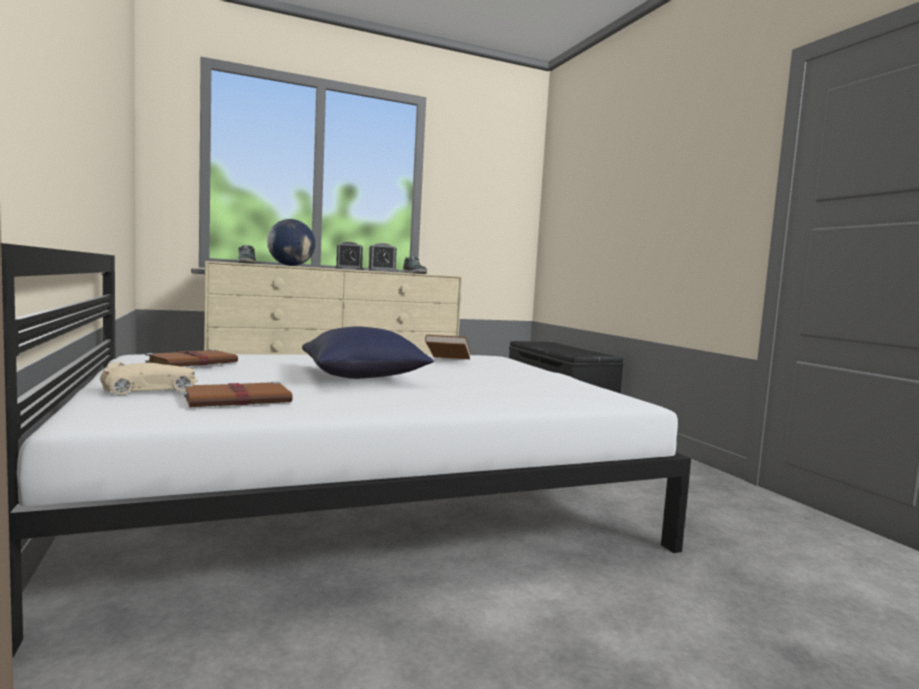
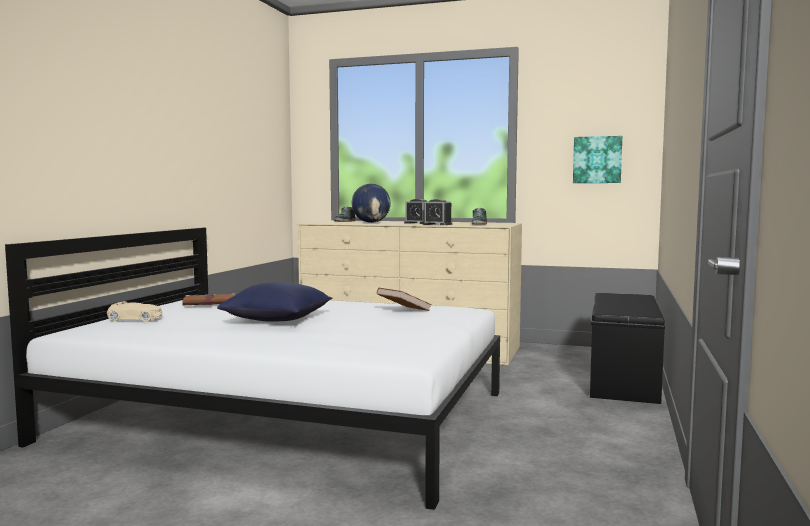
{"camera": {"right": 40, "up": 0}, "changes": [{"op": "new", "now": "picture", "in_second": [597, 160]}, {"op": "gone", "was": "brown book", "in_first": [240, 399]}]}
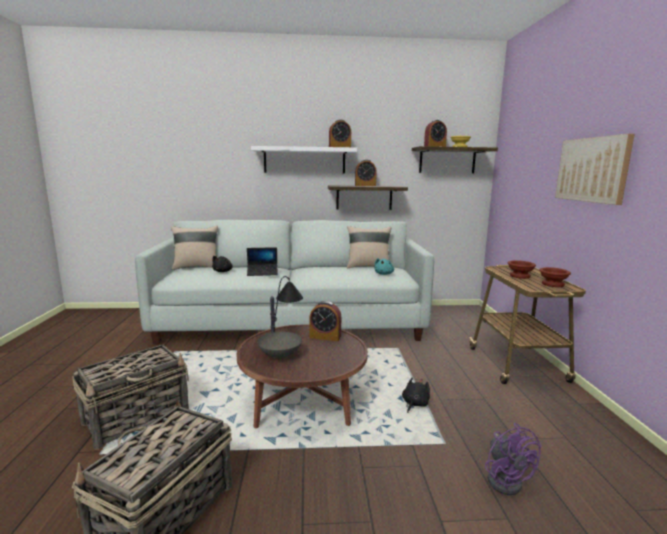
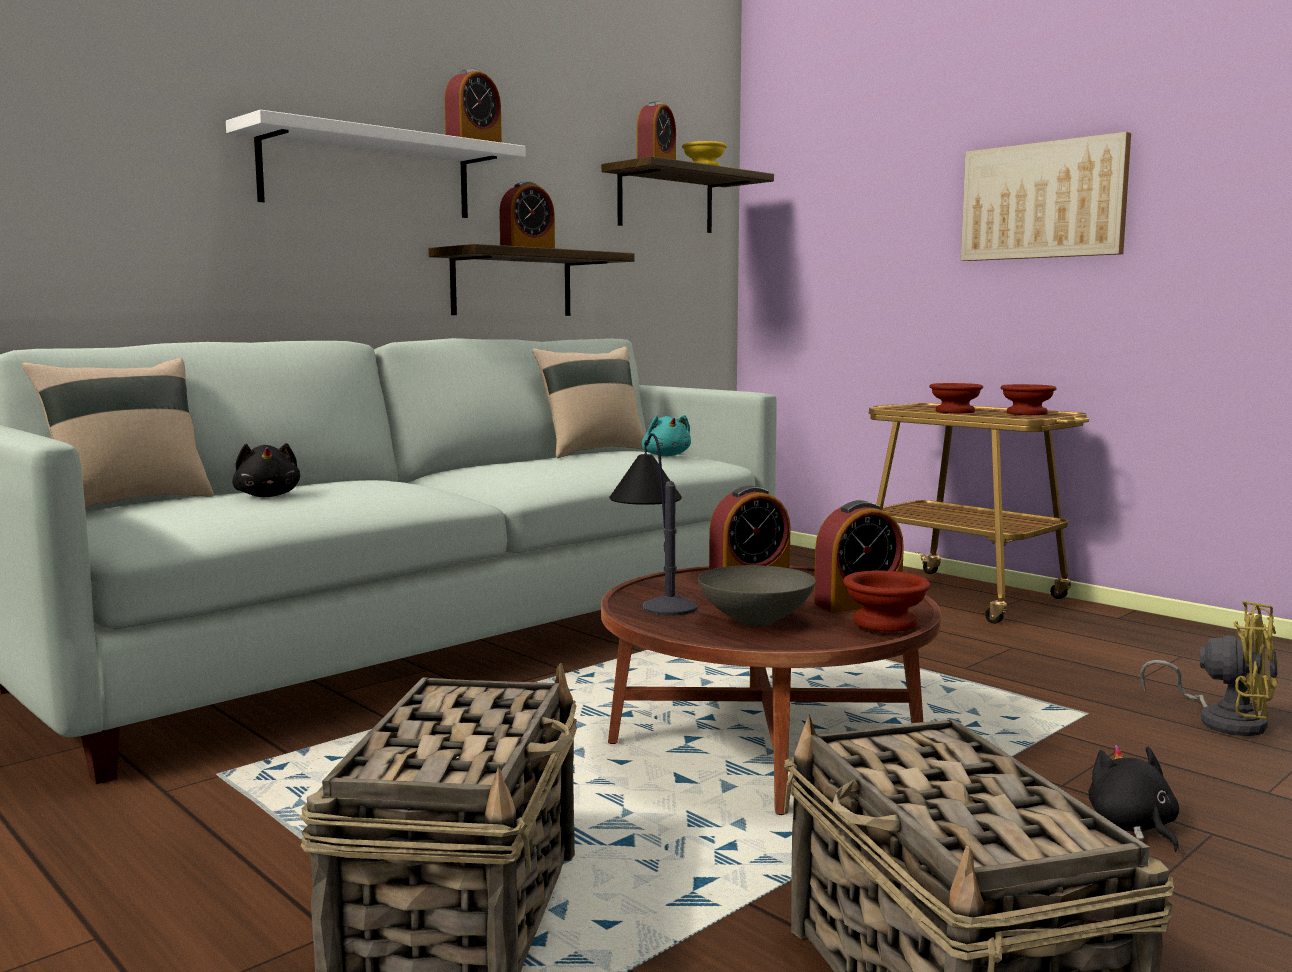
{"camera": {"right": -40, "up": -5}, "changes": [{"op": "new", "now": "alarm clock", "in_second": [857, 603]}, {"op": "new", "now": "brown bowl", "in_second": [887, 623]}, {"op": "shifted", "was": "black plush toy", "in_first": [414, 404], "in_second": [1133, 827]}, {"op": "repainted", "was": "purple fan", "now": "yellow fan", "in_first": [505, 479], "in_second": [1223, 720]}, {"op": "gone", "was": "laptop", "in_first": [262, 273]}]}
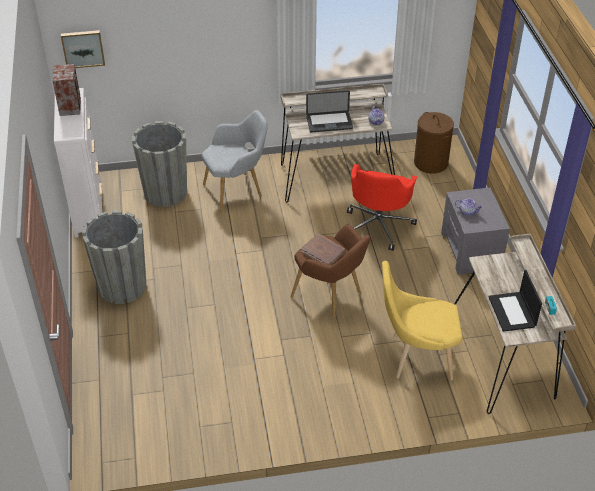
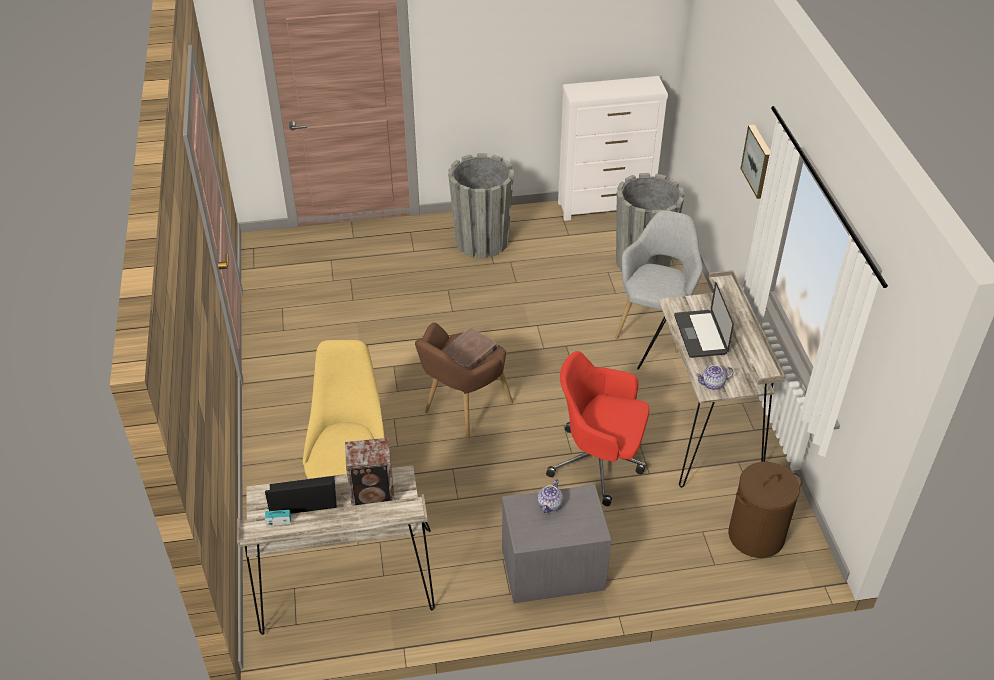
{"camera": {"right": 90, "up": 0}, "changes": [{"op": "shifted", "was": "speaker", "in_first": [70, 106], "in_second": [374, 495]}, {"op": "rotated", "was": "grey armchair", "in_first": [237, 191], "in_second": [655, 322], "clockwise": -135}, {"op": "shifted", "was": "picture", "in_first": [83, 48], "in_second": [758, 161]}]}
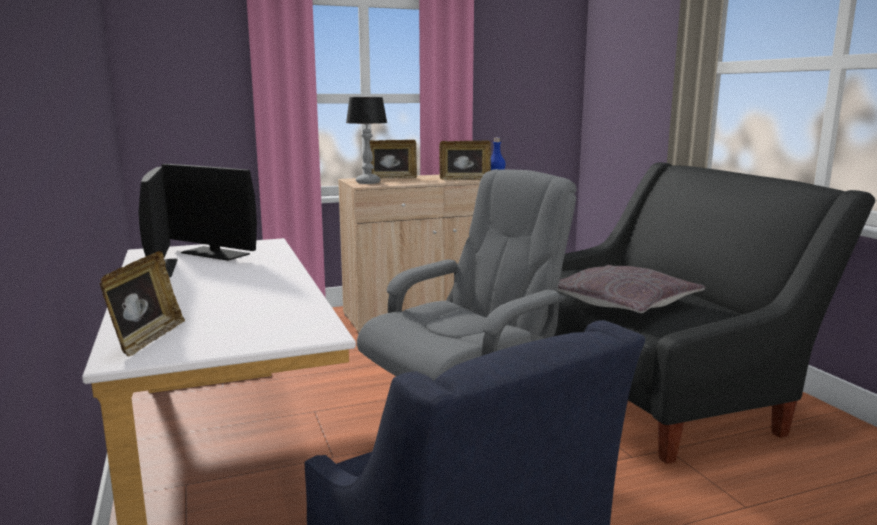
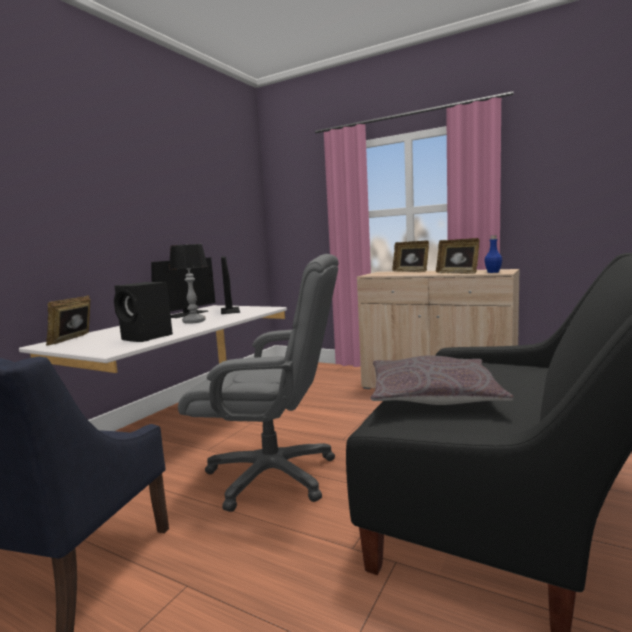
{"camera": {"right": 50, "up": -5}, "changes": [{"op": "rotated", "was": "picture frame", "in_first": [147, 339], "in_second": [73, 340], "clockwise": 135}, {"op": "new", "now": "black speaker", "in_second": [147, 337]}, {"op": "shifted", "was": "table lamp", "in_first": [367, 182], "in_second": [194, 321]}]}
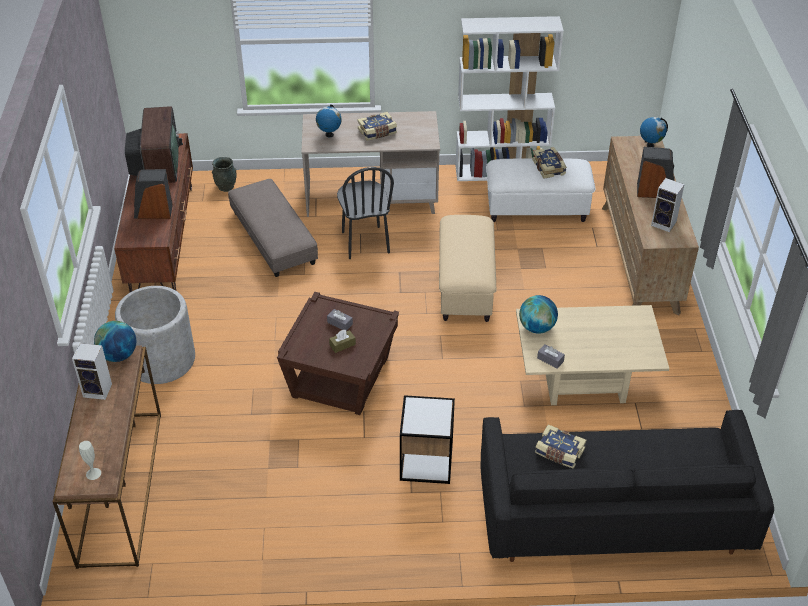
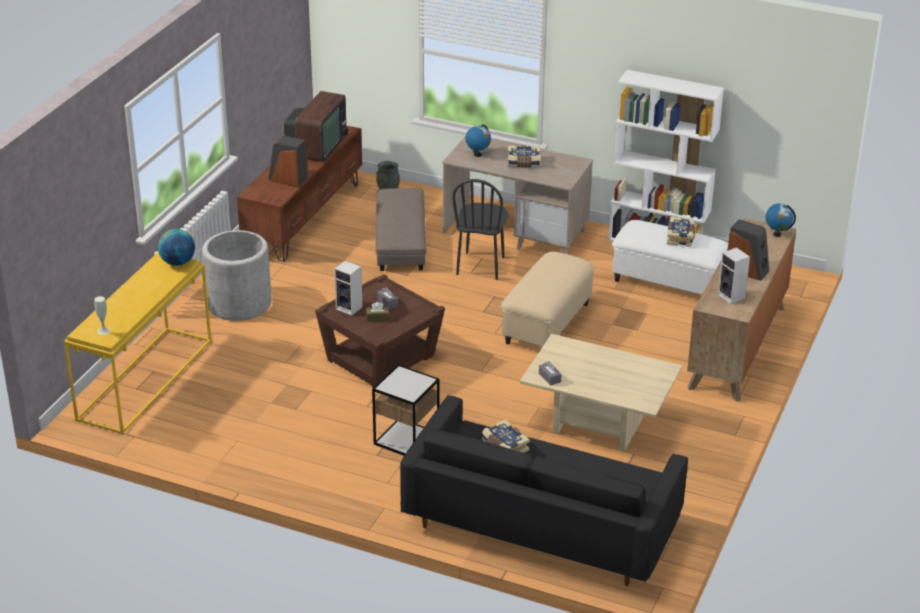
{"camera": {"right": 25, "up": -10}, "changes": [{"op": "repainted", "was": "brown console table", "now": "yellow console table", "in_first": [119, 486], "in_second": [145, 379]}, {"op": "shifted", "was": "speaker", "in_first": [99, 390], "in_second": [350, 308]}, {"op": "gone", "was": "globe", "in_first": [537, 327]}]}
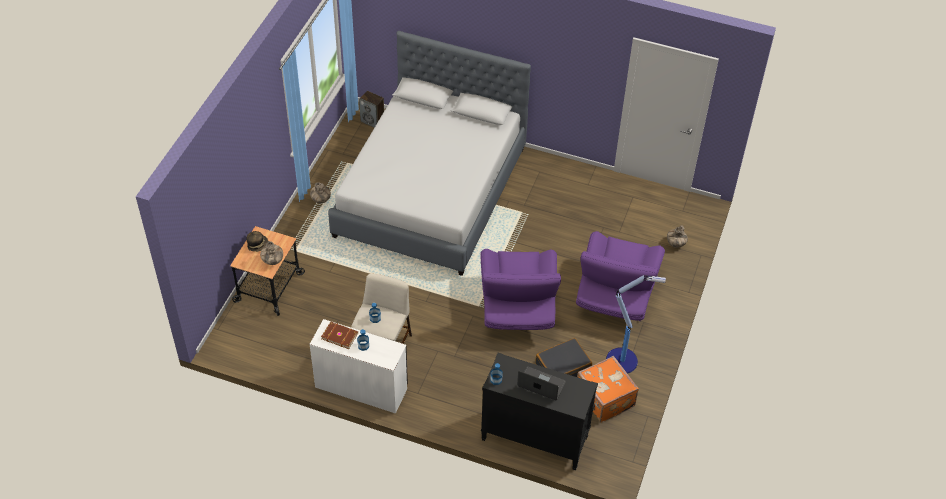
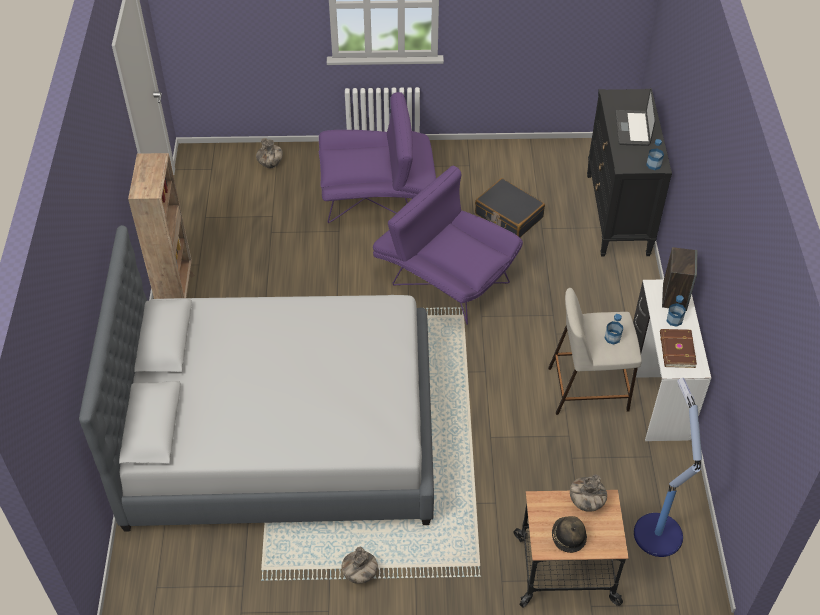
{"camera": {"right": -110, "up": 0}, "changes": [{"op": "new", "now": "brown bookcase", "in_second": [177, 292]}, {"op": "rotated", "was": "purple armchair", "in_first": [517, 307], "in_second": [444, 278], "clockwise": -120}, {"op": "shifted", "was": "floor lamp", "in_first": [623, 361], "in_second": [657, 532]}, {"op": "shifted", "was": "speaker", "in_first": [372, 121], "in_second": [674, 296]}, {"op": "gone", "was": "orange suitcase", "in_first": [604, 399]}]}
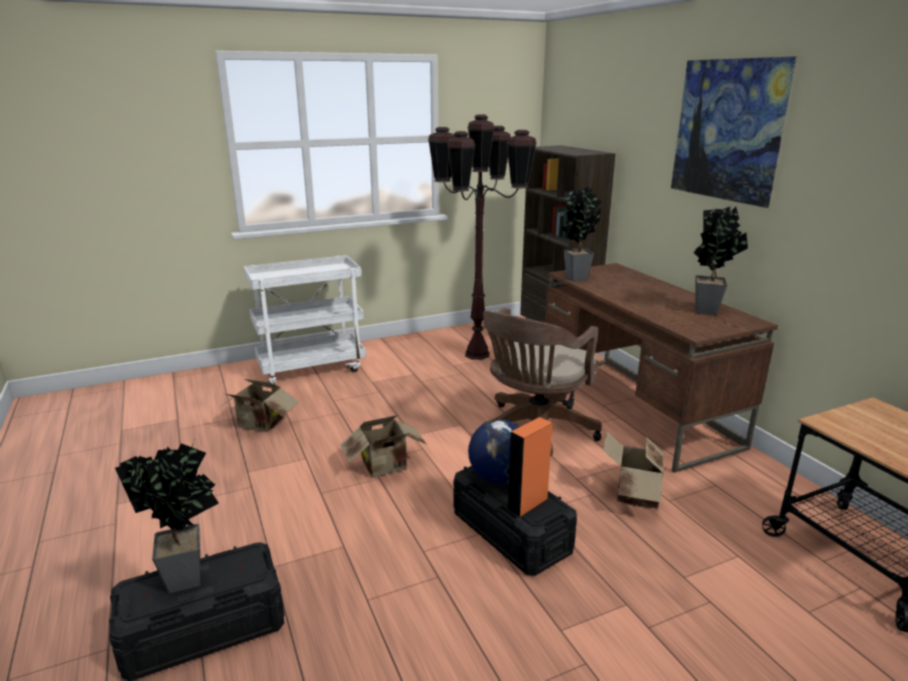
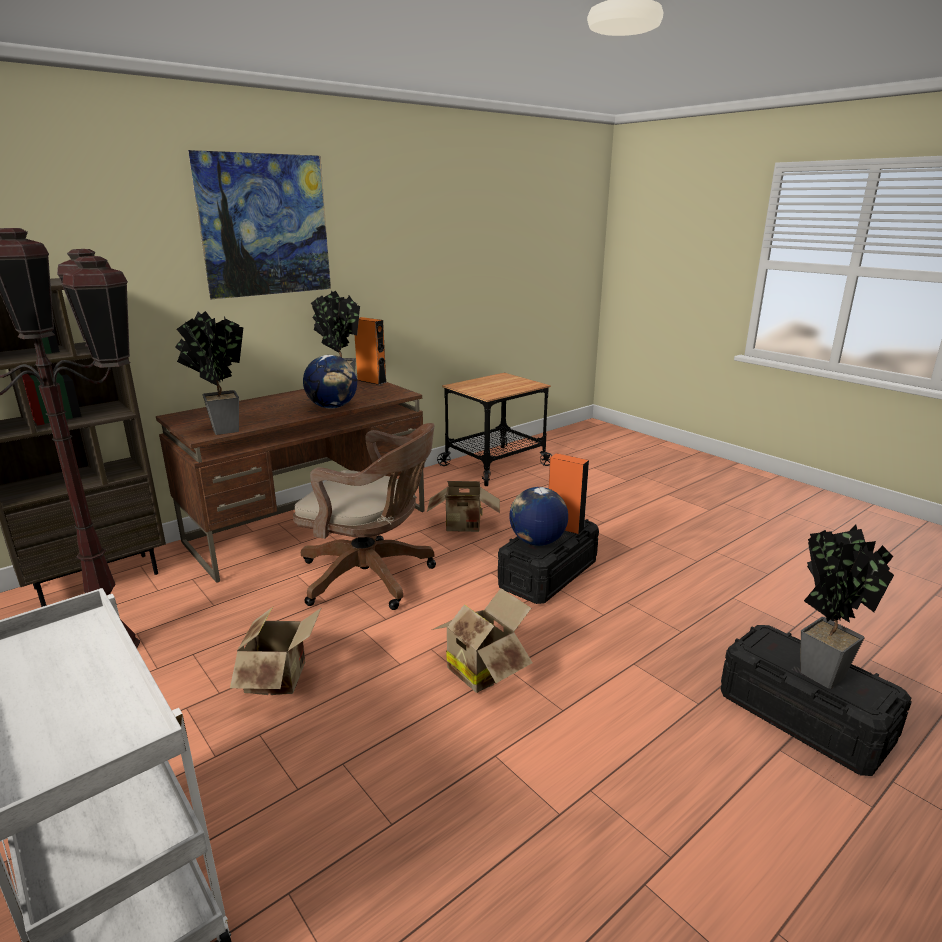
{"camera": {"right": -105, "up": 0}, "changes": [{"op": "shifted", "was": "cardboard box", "in_first": [260, 425], "in_second": [282, 677]}, {"op": "new", "now": "globe", "in_second": [332, 407]}, {"op": "new", "now": "orange speaker", "in_second": [371, 381]}]}
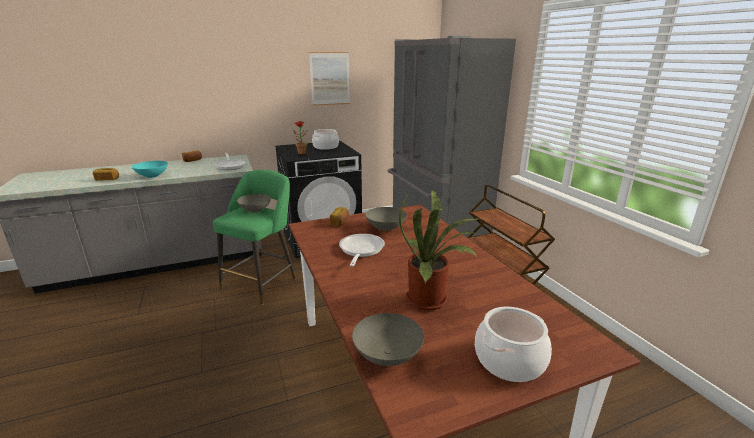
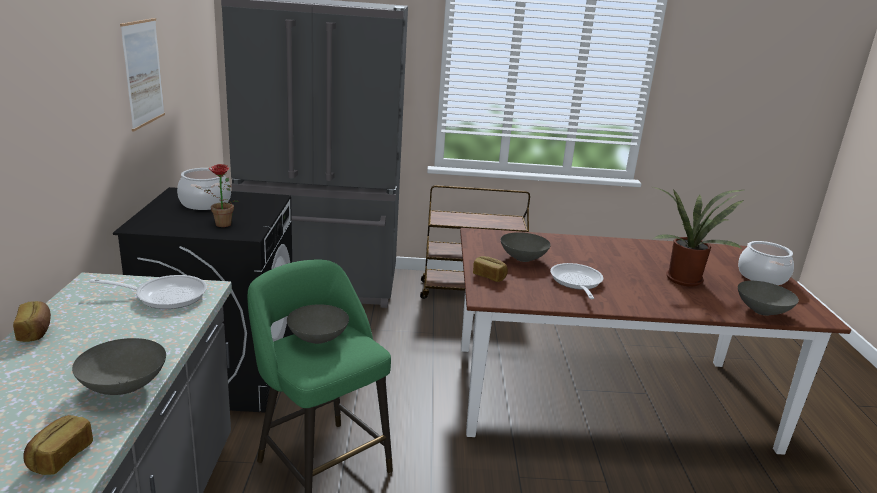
{"camera": {"right": -70, "up": 0}, "changes": [{"op": "repainted", "was": "turquoise bowl", "now": "grey bowl", "in_first": [152, 176], "in_second": [122, 387]}, {"op": "rotated", "was": "frying pan", "in_first": [360, 250], "in_second": [576, 282], "clockwise": 60}]}
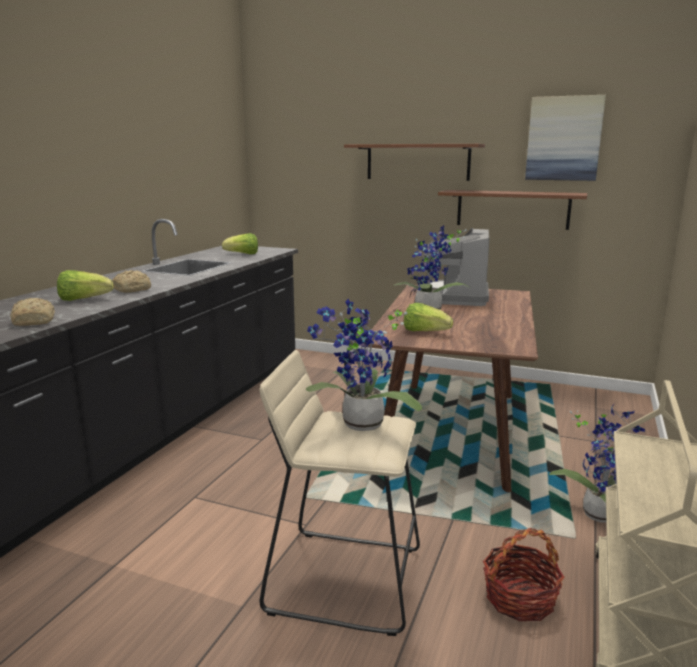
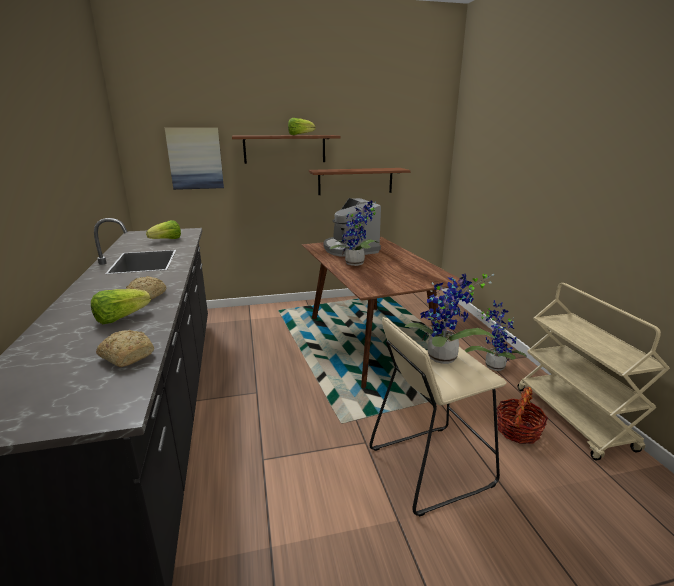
{"camera": {"right": -35, "up": 5}, "changes": [{"op": "shifted", "was": "picture", "in_first": [564, 138], "in_second": [195, 158]}, {"op": "shifted", "was": "lettuce", "in_first": [425, 332], "in_second": [300, 135]}]}
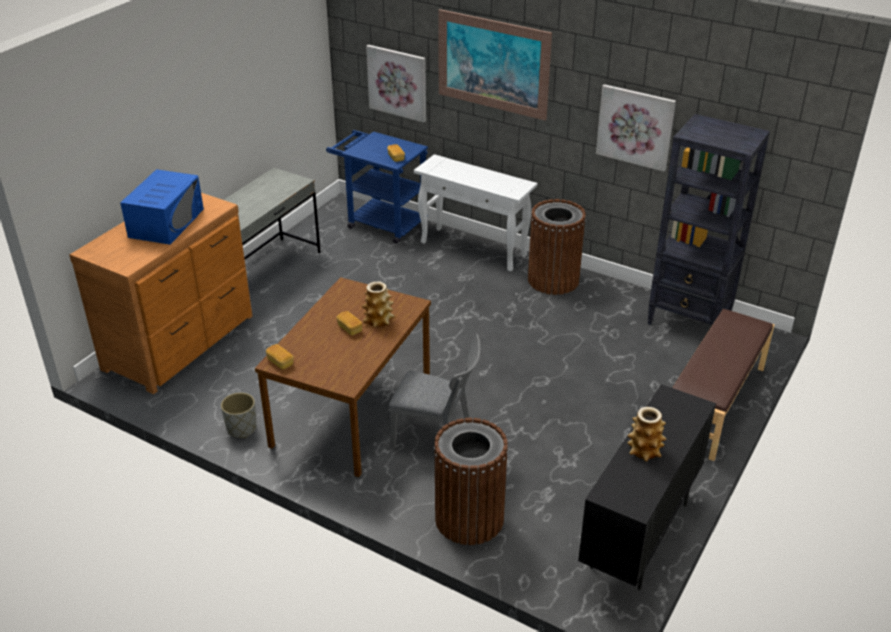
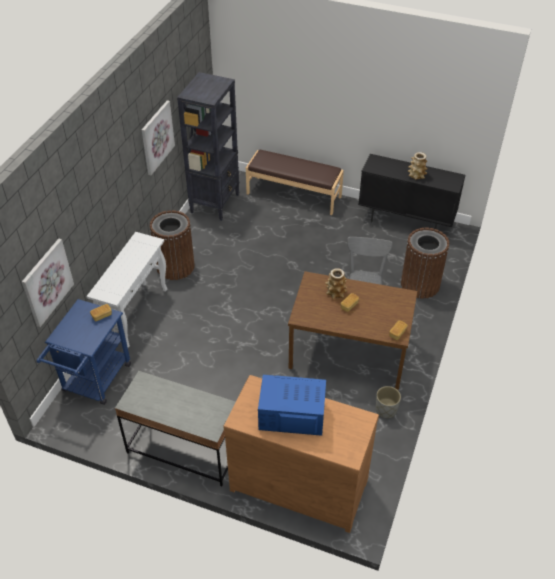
{"camera": {"right": -100, "up": 10}, "changes": [{"op": "gone", "was": "picture", "in_first": [493, 64]}]}
